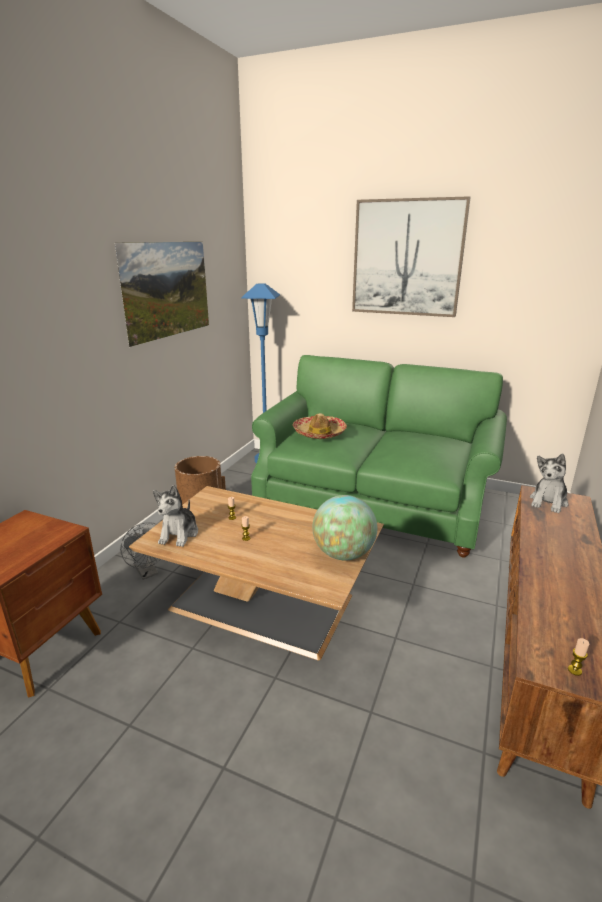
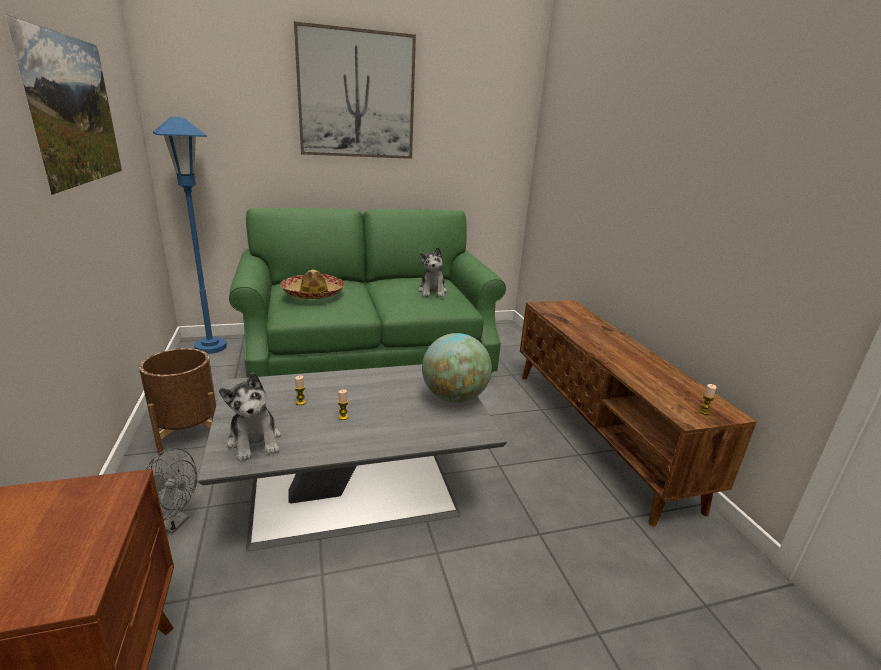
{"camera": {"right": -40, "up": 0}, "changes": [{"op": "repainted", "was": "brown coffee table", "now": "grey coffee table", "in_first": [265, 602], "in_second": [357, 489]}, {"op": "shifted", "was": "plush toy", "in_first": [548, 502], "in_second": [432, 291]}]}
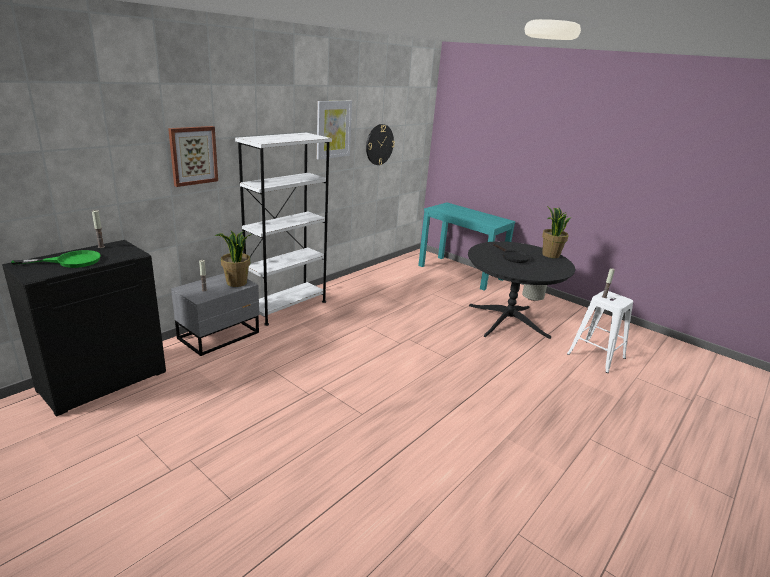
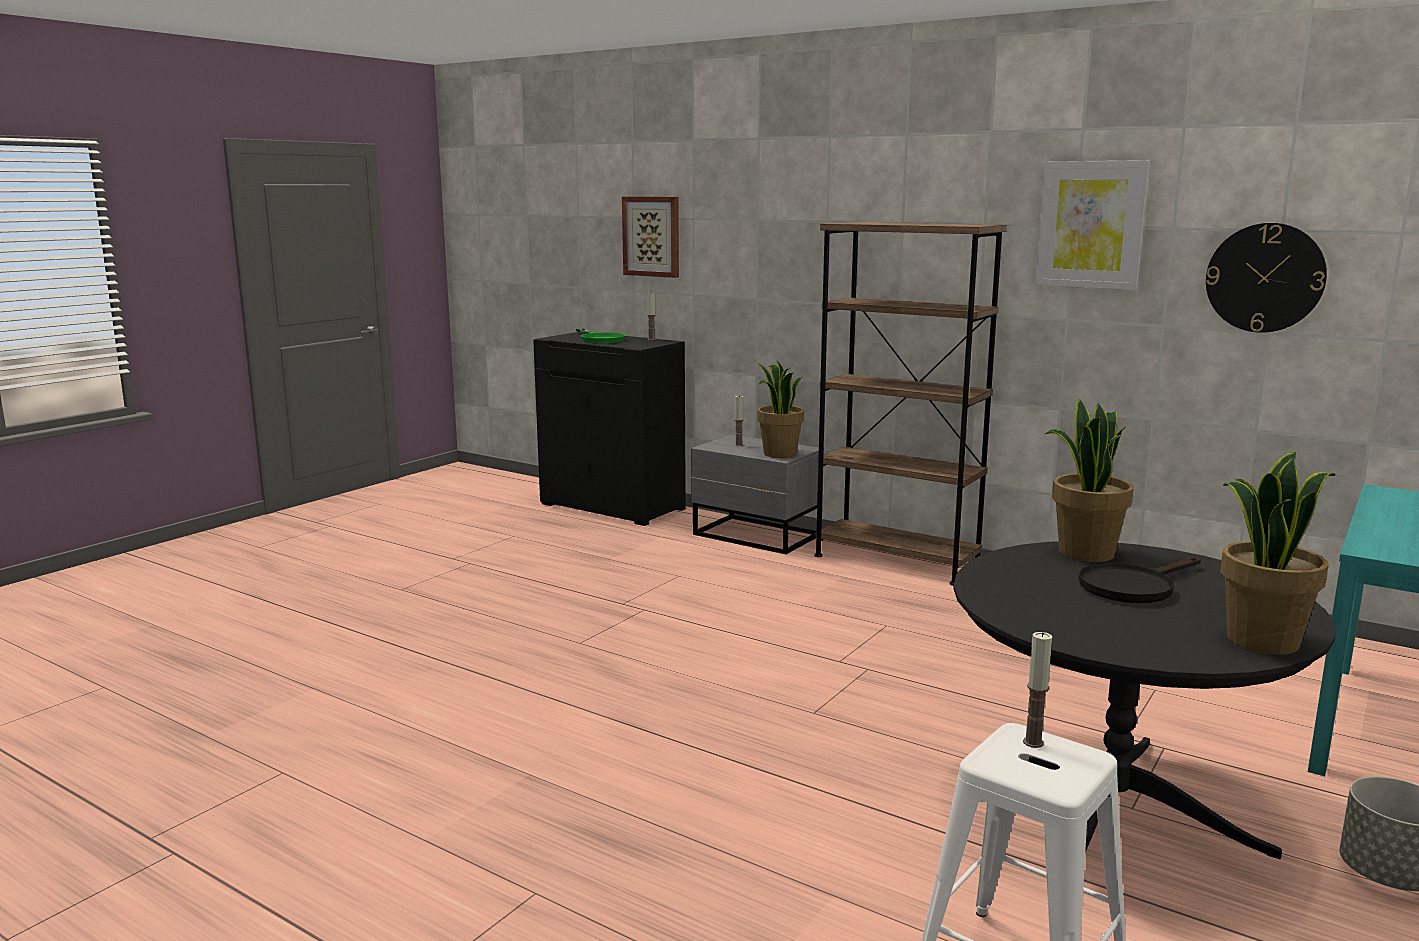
{"camera": {"right": 85, "up": -10}, "changes": [{"op": "shifted", "was": "picture", "in_first": [193, 155], "in_second": [652, 236]}, {"op": "repainted", "was": "white bookcase", "now": "brown bookcase", "in_first": [287, 307], "in_second": [896, 561]}, {"op": "new", "now": "potted plant", "in_second": [1085, 553]}]}
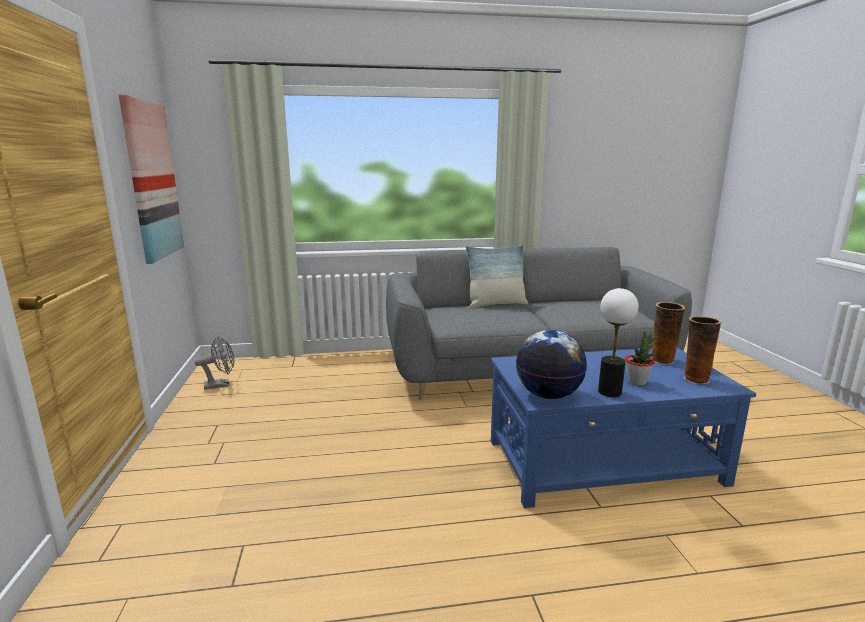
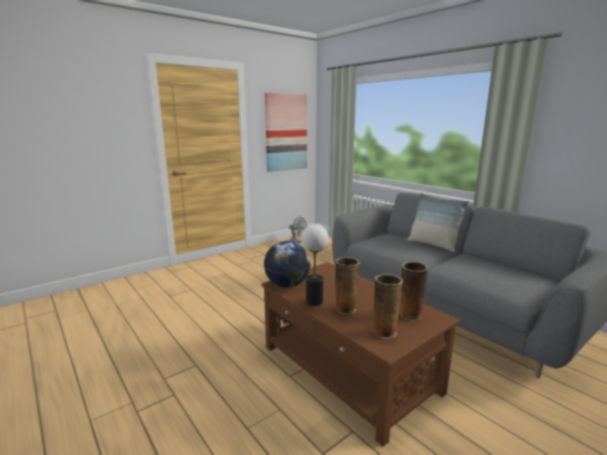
{"camera": {"right": 60, "up": 0}, "changes": [{"op": "repainted", "was": "blue coffee table", "now": "brown coffee table", "in_first": [604, 462], "in_second": [348, 369]}, {"op": "swapped", "was": "potted plant", "now": "vase", "in_first": [637, 382], "in_second": [345, 309]}]}
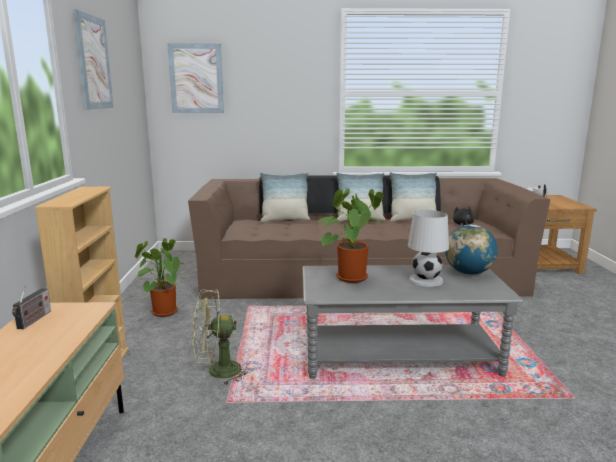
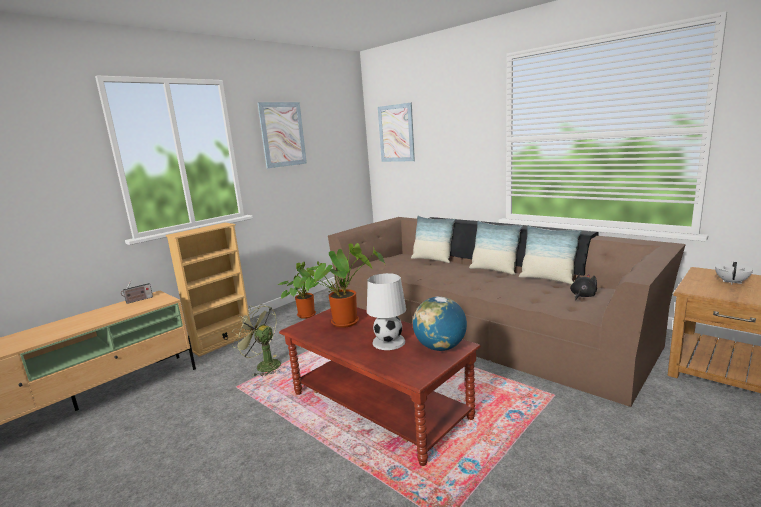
{"camera": {"right": 45, "up": 0}, "changes": [{"op": "repainted", "was": "grey coffee table", "now": "brown coffee table", "in_first": [399, 355], "in_second": [379, 405]}]}
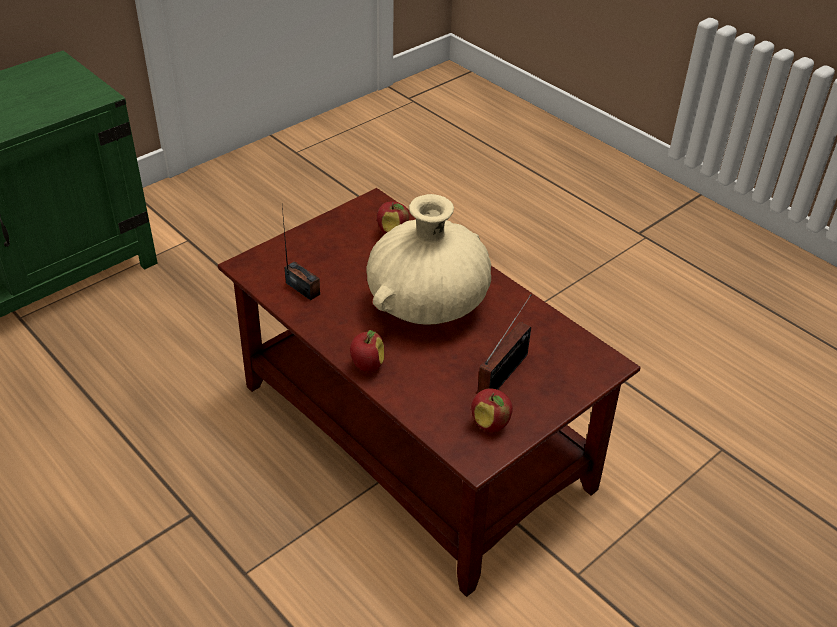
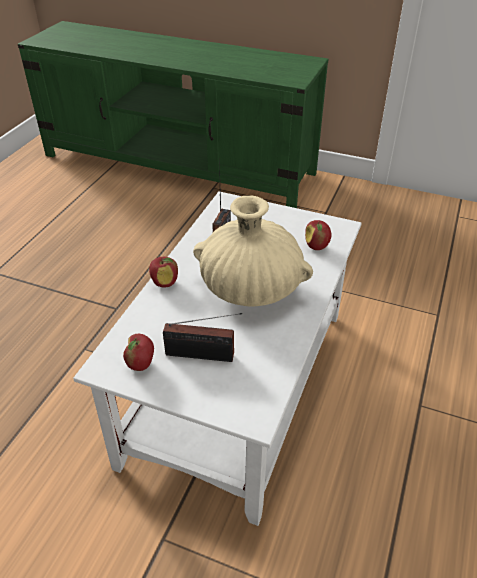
{"camera": {"right": 65, "up": 0}, "changes": [{"op": "repainted", "was": "brown coffee table", "now": "white coffee table", "in_first": [411, 435], "in_second": [238, 383]}]}
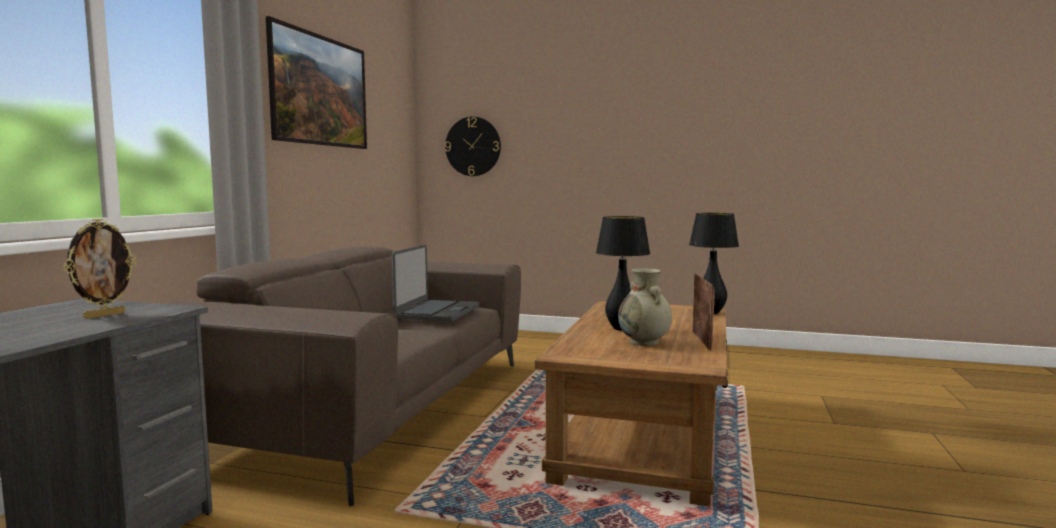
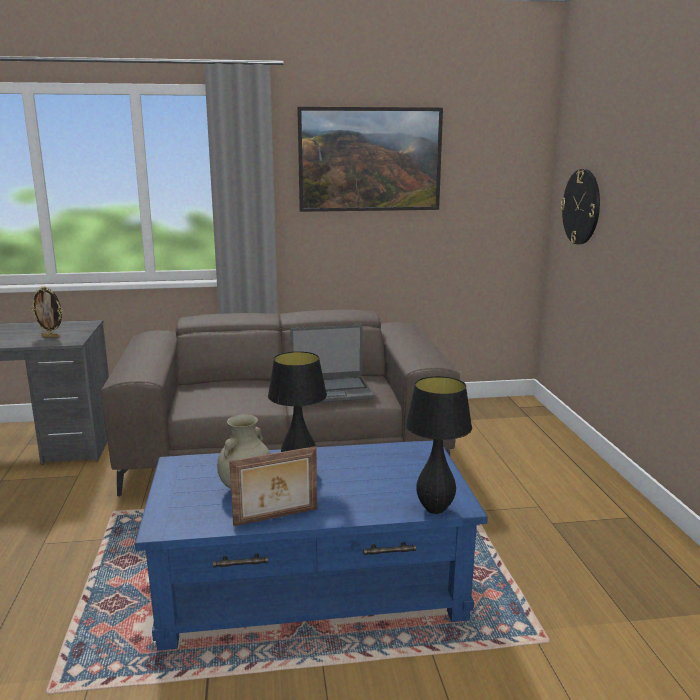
{"camera": {"right": 65, "up": 10}, "changes": [{"op": "repainted", "was": "brown coffee table", "now": "blue coffee table", "in_first": [644, 434], "in_second": [312, 587]}]}
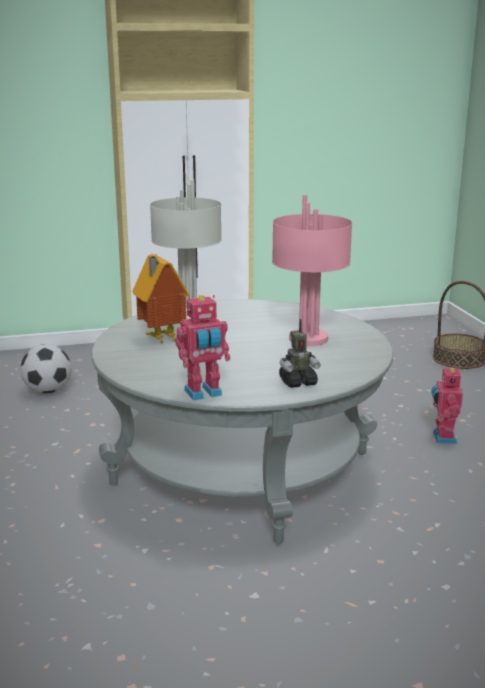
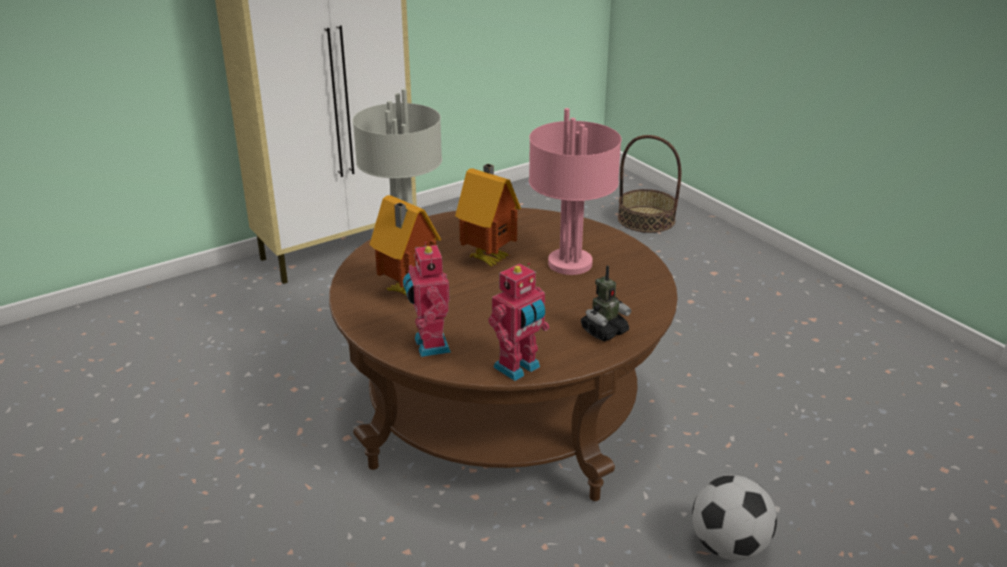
{"camera": {"right": -20, "up": 10}, "changes": [{"op": "repainted", "was": "grey coffee table", "now": "brown coffee table", "in_first": [242, 468], "in_second": [503, 413]}, {"op": "shifted", "was": "toy robot", "in_first": [442, 437], "in_second": [429, 345]}, {"op": "new", "now": "toy house", "in_second": [489, 258]}, {"op": "shifted", "was": "football", "in_first": [48, 391], "in_second": [729, 547]}]}
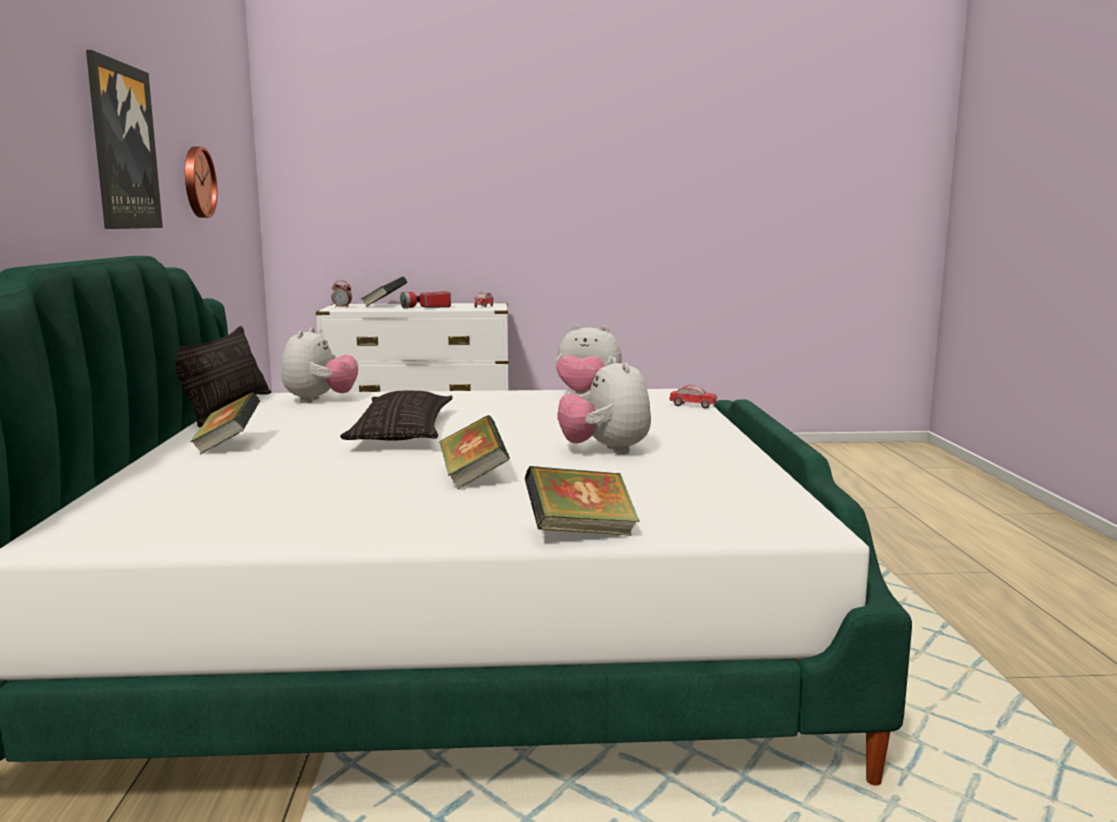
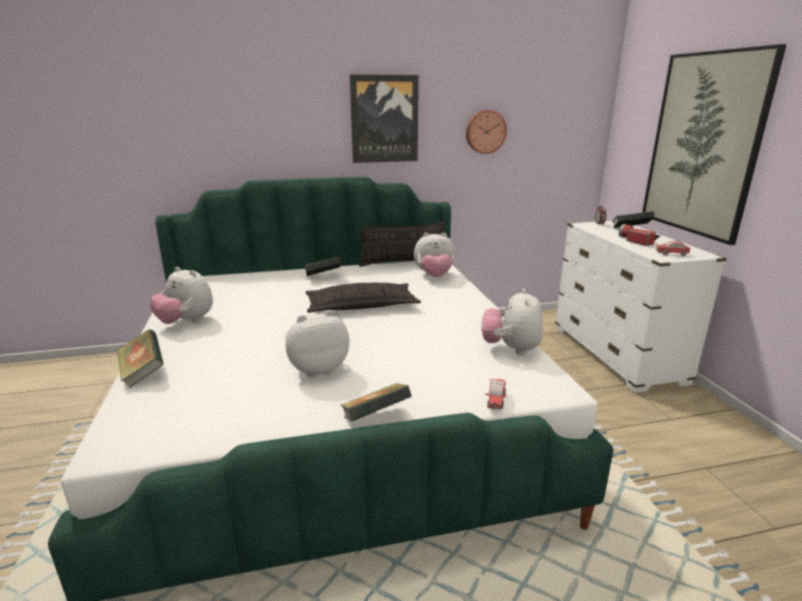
{"camera": {"right": 80, "up": 10}, "changes": [{"op": "new", "now": "plush toy", "in_second": [186, 322]}, {"op": "shifted", "was": "book", "in_first": [473, 477], "in_second": [375, 419]}, {"op": "new", "now": "picture", "in_second": [703, 145]}]}
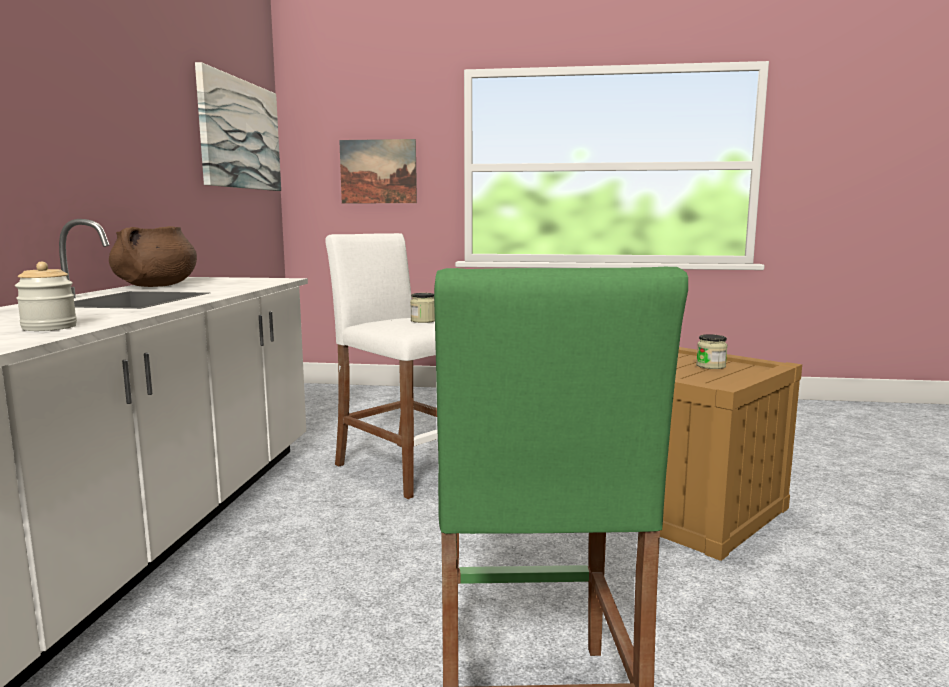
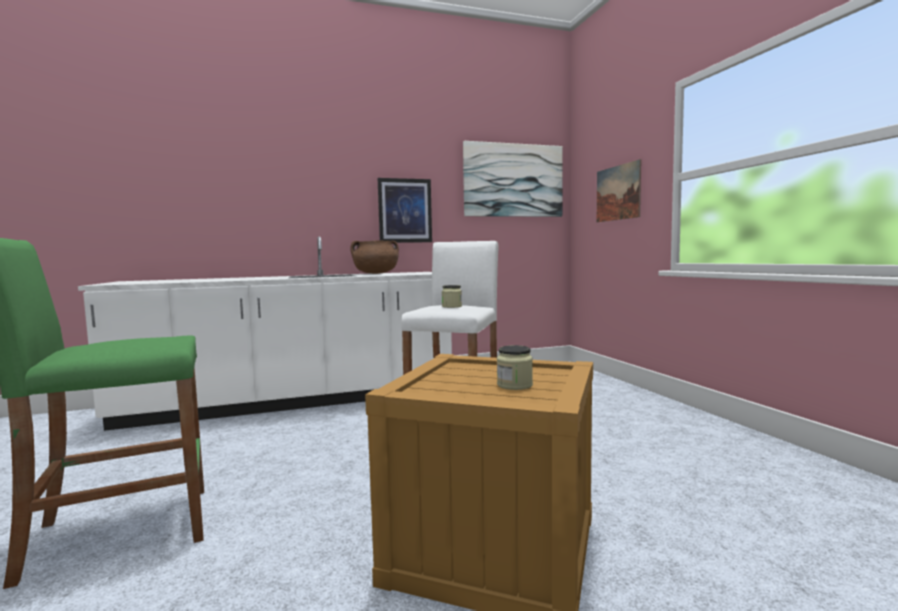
{"camera": {"right": 65, "up": -5}, "changes": [{"op": "new", "now": "picture", "in_second": [405, 210]}, {"op": "gone", "was": "jar", "in_first": [49, 327]}]}
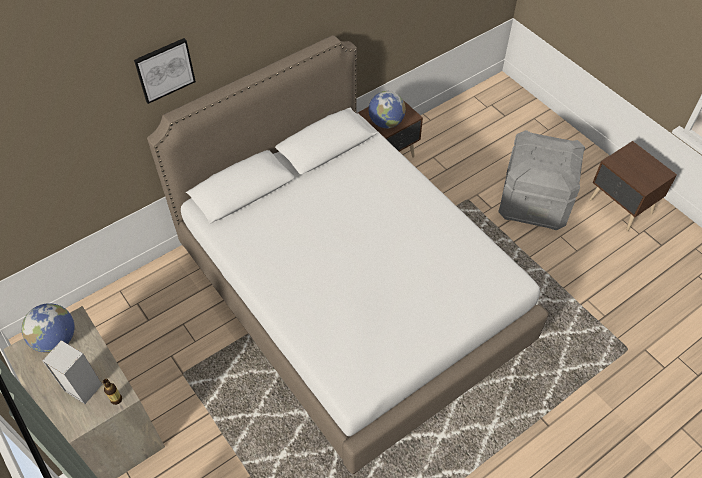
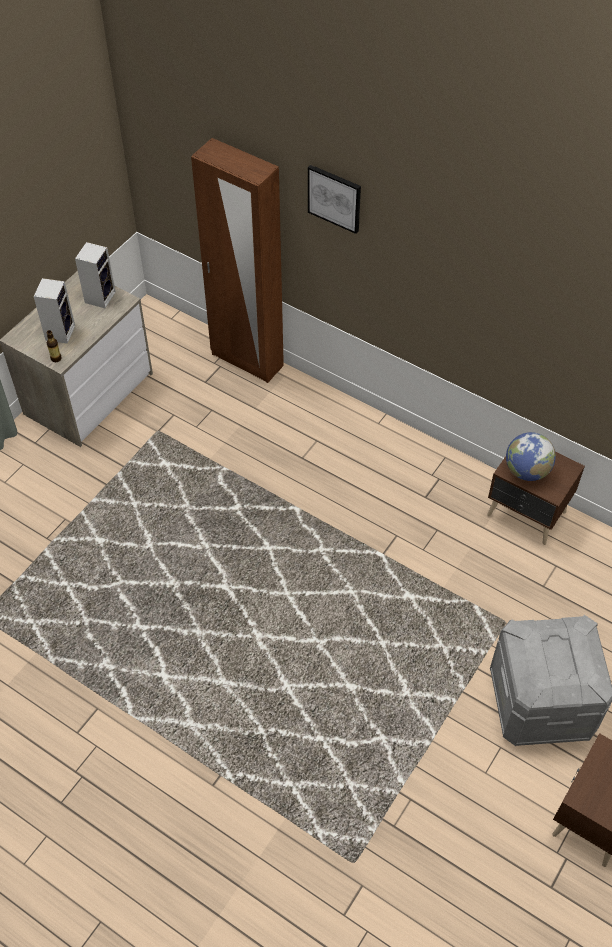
{"camera": {"right": 70, "up": 0}, "changes": [{"op": "swapped", "was": "globe", "now": "speaker", "in_first": [56, 339], "in_second": [100, 296]}, {"op": "new", "now": "brown wardrobe", "in_second": [247, 360]}, {"op": "gone", "was": "white bed", "in_first": [350, 295]}]}
